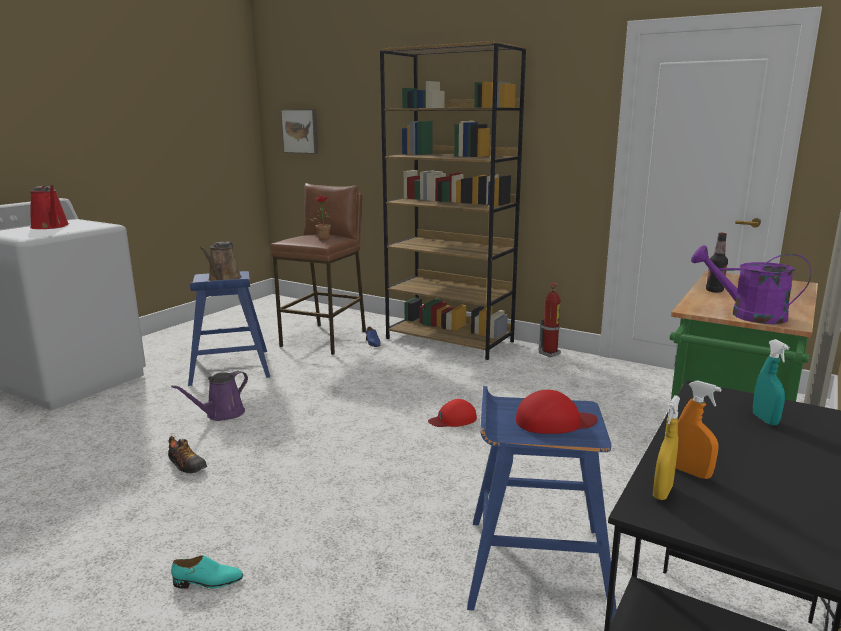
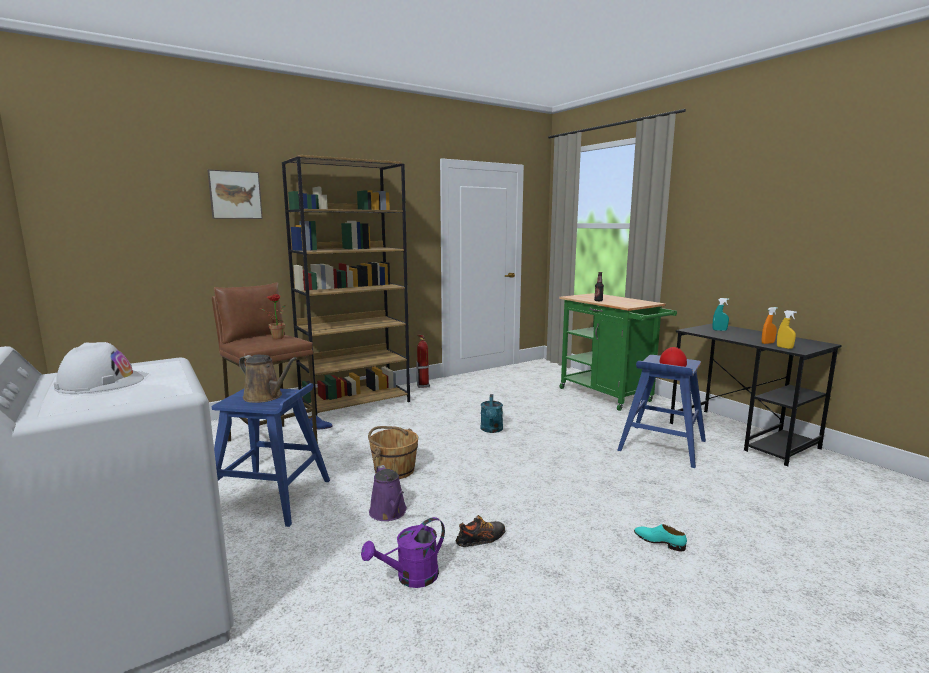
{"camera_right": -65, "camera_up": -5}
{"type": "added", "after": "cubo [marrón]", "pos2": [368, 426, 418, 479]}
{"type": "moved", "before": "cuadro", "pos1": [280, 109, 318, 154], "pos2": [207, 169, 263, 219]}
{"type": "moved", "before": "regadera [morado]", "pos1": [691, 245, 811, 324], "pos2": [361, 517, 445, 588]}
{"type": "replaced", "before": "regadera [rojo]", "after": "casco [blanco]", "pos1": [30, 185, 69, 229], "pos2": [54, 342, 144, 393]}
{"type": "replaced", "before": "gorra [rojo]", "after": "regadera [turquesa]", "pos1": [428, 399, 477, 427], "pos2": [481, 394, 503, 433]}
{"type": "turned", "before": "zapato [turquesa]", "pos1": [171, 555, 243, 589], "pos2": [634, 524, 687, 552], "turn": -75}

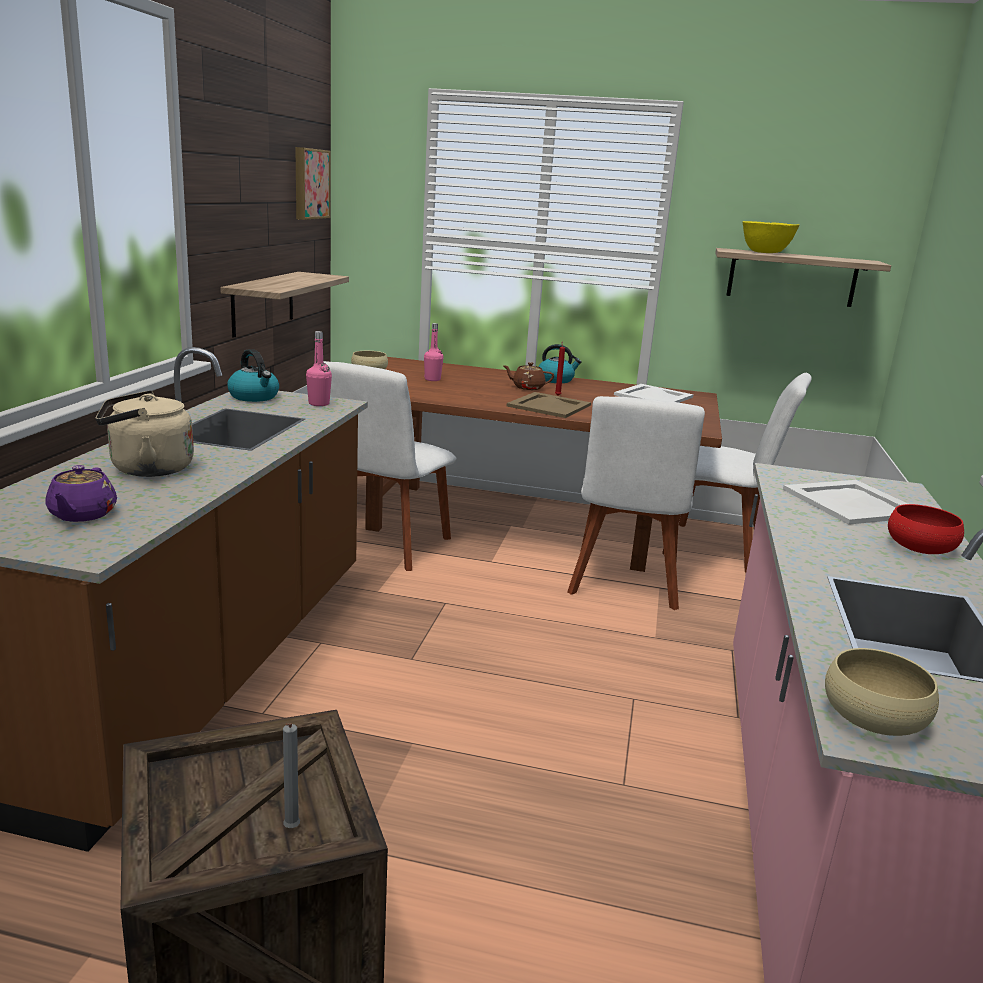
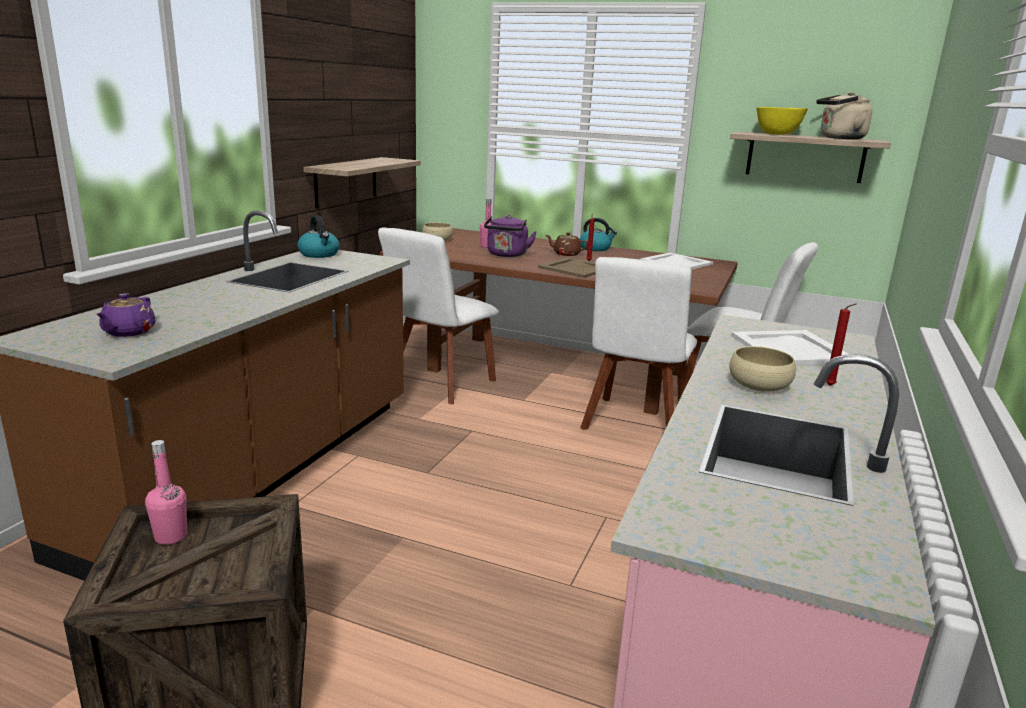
{"camera_right": 10, "camera_up": 0}
{"type": "removed", "before": "vela [gris]", "pos1": [283, 723, 300, 828]}
{"type": "removed", "before": "cuadro", "pos1": [295, 147, 330, 220]}
{"type": "added", "after": "hervidor [morado]", "pos2": [484, 215, 536, 257]}
{"type": "moved", "before": "hervidor [beis]", "pos1": [96, 390, 194, 477], "pos2": [816, 92, 873, 139]}
{"type": "moved", "before": "botella [rosa]", "pos1": [306, 331, 332, 406], "pos2": [145, 440, 187, 545]}
{"type": "moved", "before": "cuenco [beis]", "pos1": [825, 648, 939, 736], "pos2": [729, 346, 796, 392]}
{"type": "replaced", "before": "cuenco [rojo]", "after": "vela [rojo]", "pos1": [888, 504, 964, 554], "pos2": [826, 303, 856, 386]}

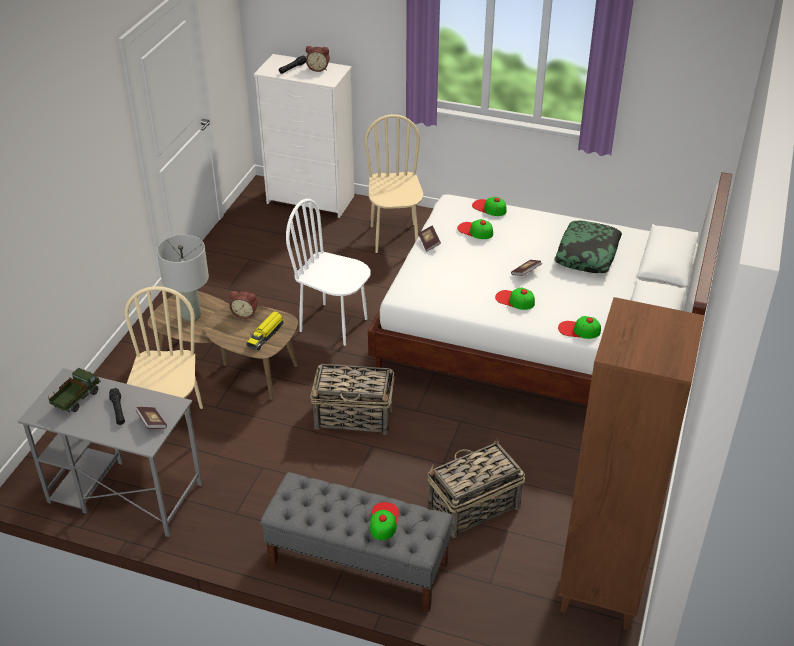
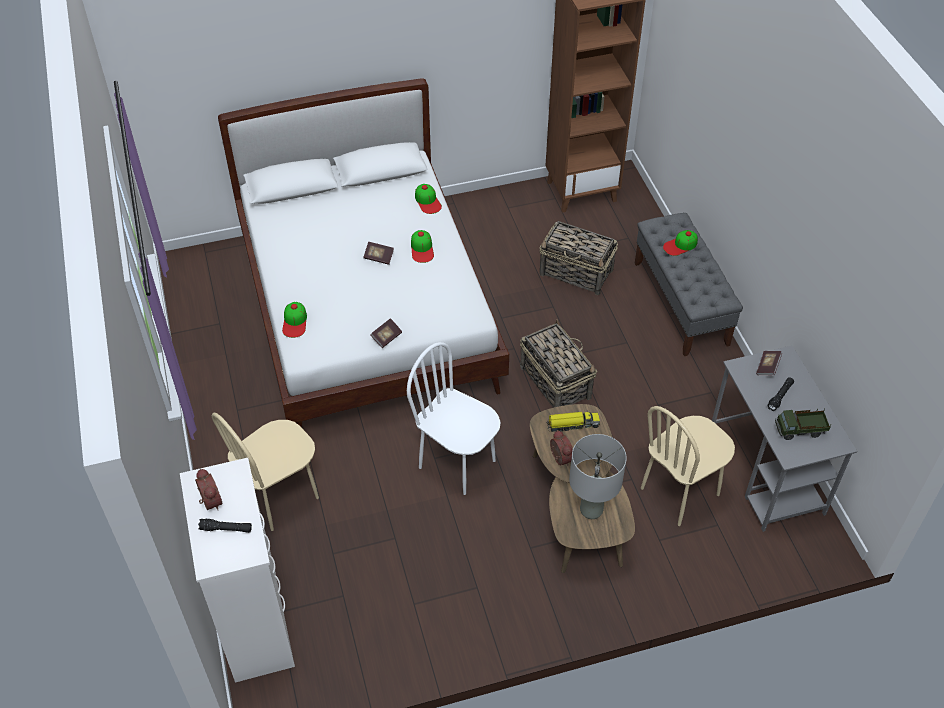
{"camera_right": -125, "camera_up": 10}
{"type": "removed", "before": "gorra", "pos1": [457, 219, 493, 239]}
{"type": "removed", "before": "cojín", "pos1": [554, 221, 622, 273]}
{"type": "turned", "before": "silla [blanco]", "pos1": [286, 199, 371, 346], "pos2": [407, 342, 501, 495], "turn": 135}

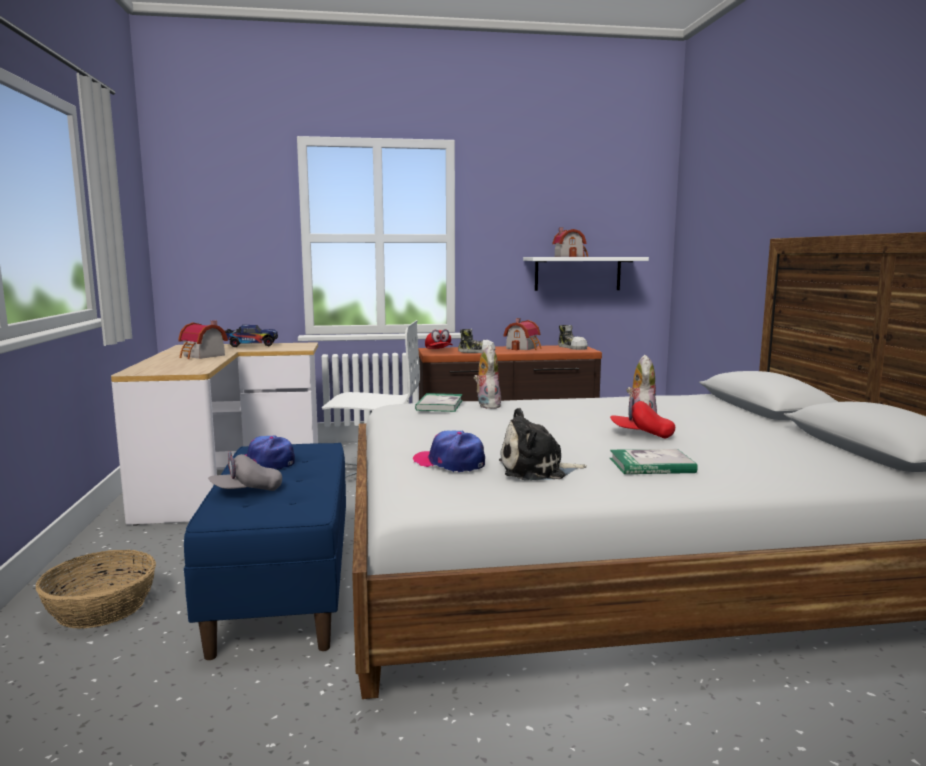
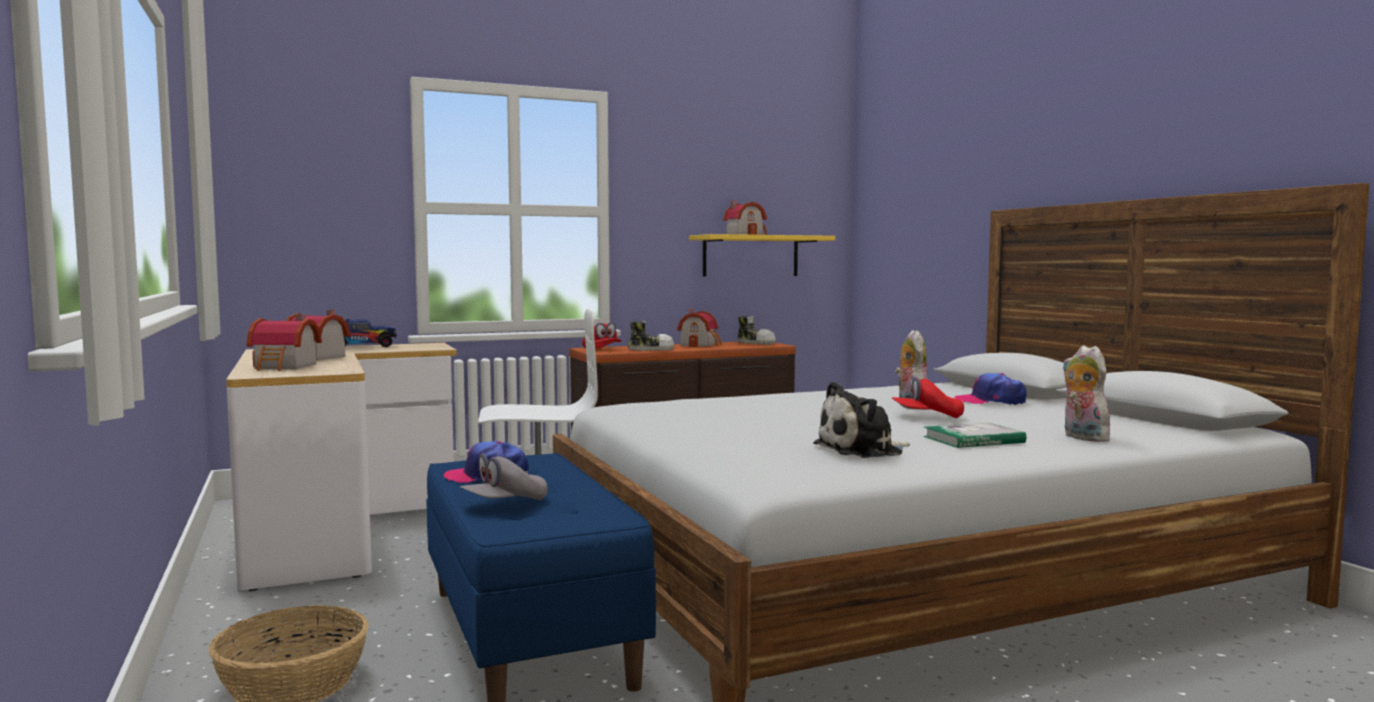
{"camera_right": -15, "camera_up": -5}
{"type": "removed", "before": "libro", "pos1": [415, 393, 463, 412]}
{"type": "added", "after": "casita", "pos2": [246, 314, 322, 371]}
{"type": "moved", "before": "gorra", "pos1": [413, 431, 485, 472], "pos2": [955, 373, 1026, 405]}
{"type": "moved", "before": "peluche", "pos1": [474, 345, 501, 409], "pos2": [1062, 345, 1110, 442]}
{"type": "recoloured", "before": "estante [blanco]", "after": "estante [amarillo]", "pos1": [523, 257, 649, 291], "pos2": [689, 234, 835, 277]}

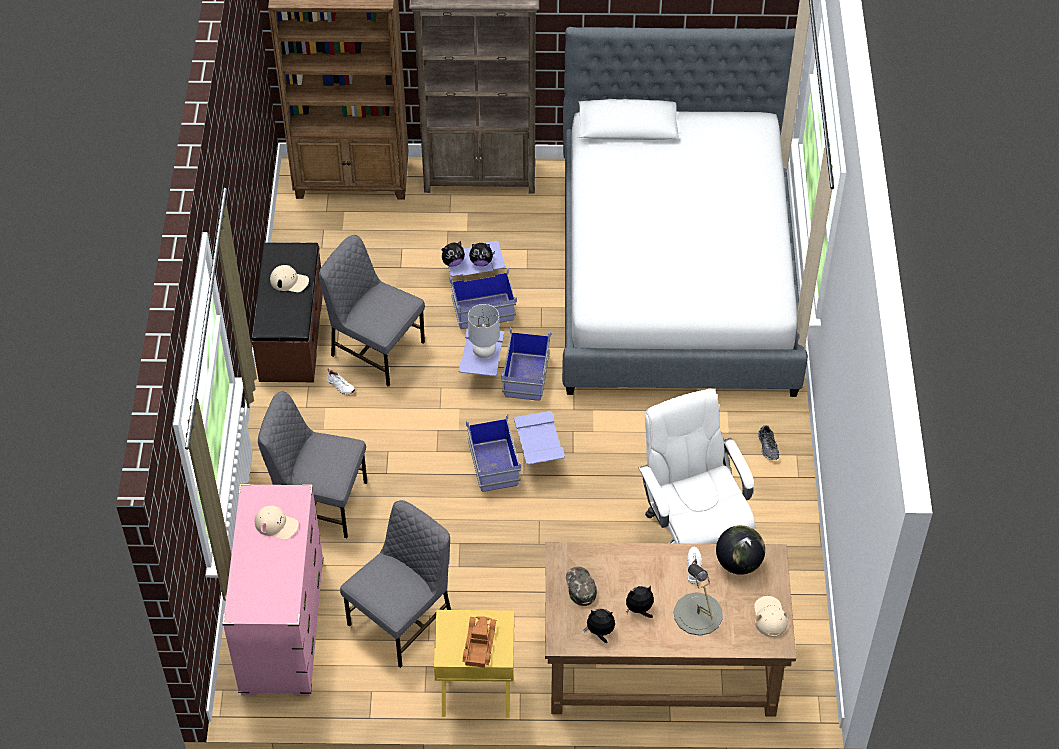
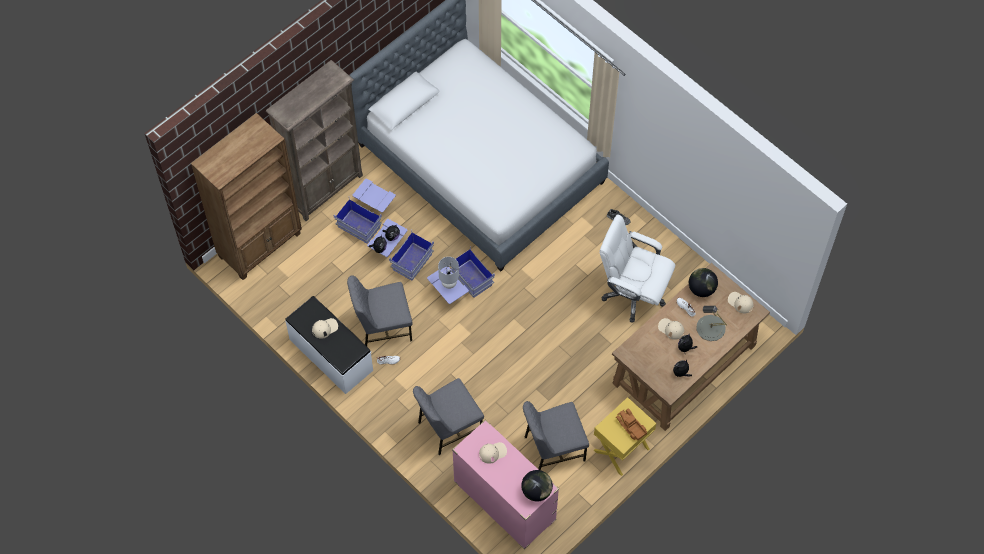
{"camera_right": -45, "camera_up": 10}
{"type": "removed", "before": "gorra [verde]", "pos1": [566, 567, 597, 606]}
{"type": "added", "after": "globo terráqueo", "pos2": [521, 470, 553, 501]}
{"type": "added", "after": "gorra [beis]", "pos2": [658, 318, 684, 340]}
{"type": "moved", "before": "caja de almacenaje [azul]", "pos1": [466, 411, 565, 492], "pos2": [334, 178, 396, 244]}
{"type": "recoloured", "before": "banco [marrón]", "after": "banco [blanco]", "pos1": [252, 242, 323, 382], "pos2": [285, 296, 373, 394]}
{"type": "turned", "before": "silla [gris]", "pos1": [340, 500, 451, 668], "pos2": [523, 401, 589, 470], "turn": -105}

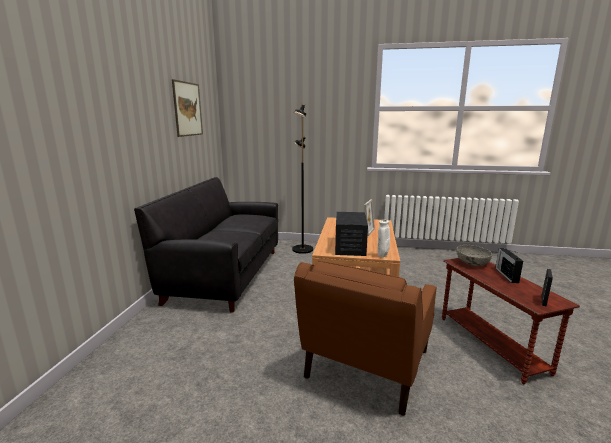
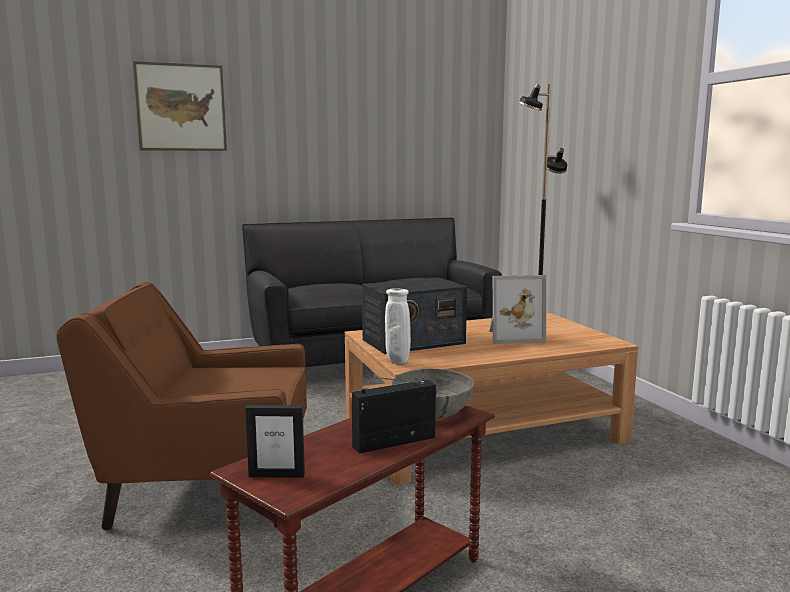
{"camera_right": 60, "camera_up": -5}
{"type": "moved", "before": "cuadro", "pos1": [172, 79, 203, 137], "pos2": [133, 61, 227, 151]}

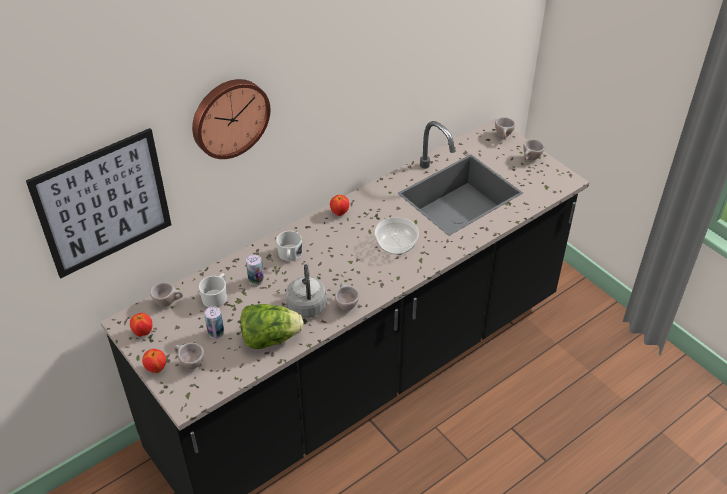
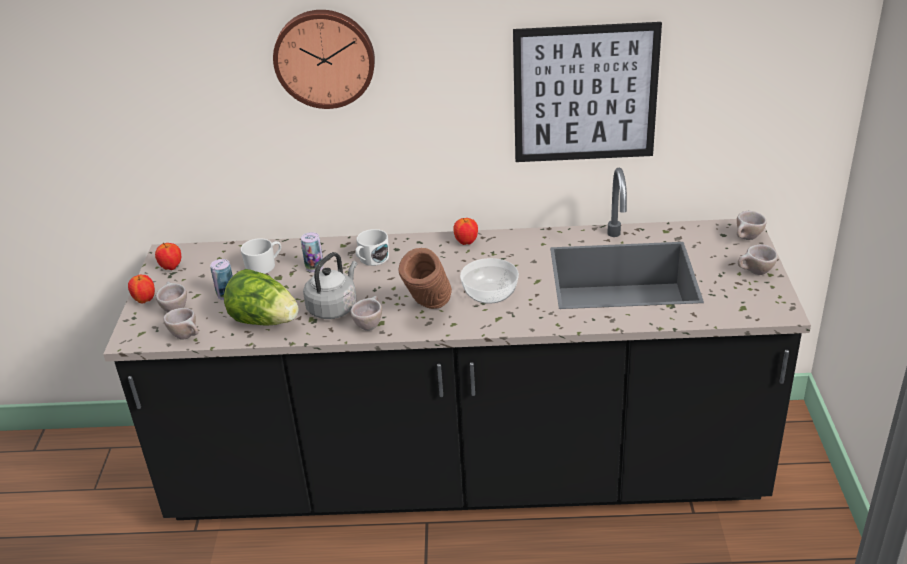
{"camera_right": 40, "camera_up": -10}
{"type": "added", "after": "florero [marrón]", "pos2": [398, 248, 452, 309]}
{"type": "moved", "before": "cuadro", "pos1": [26, 128, 171, 278], "pos2": [513, 22, 662, 162]}
{"type": "moved", "before": "taza [beis]", "pos1": [150, 282, 183, 307], "pos2": [163, 308, 198, 340]}

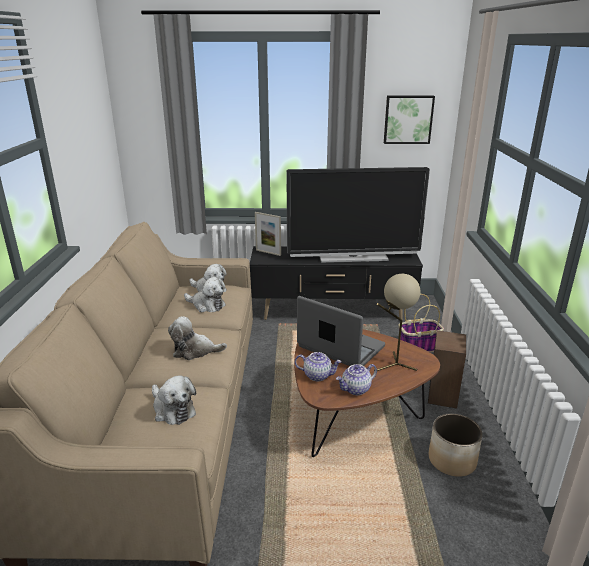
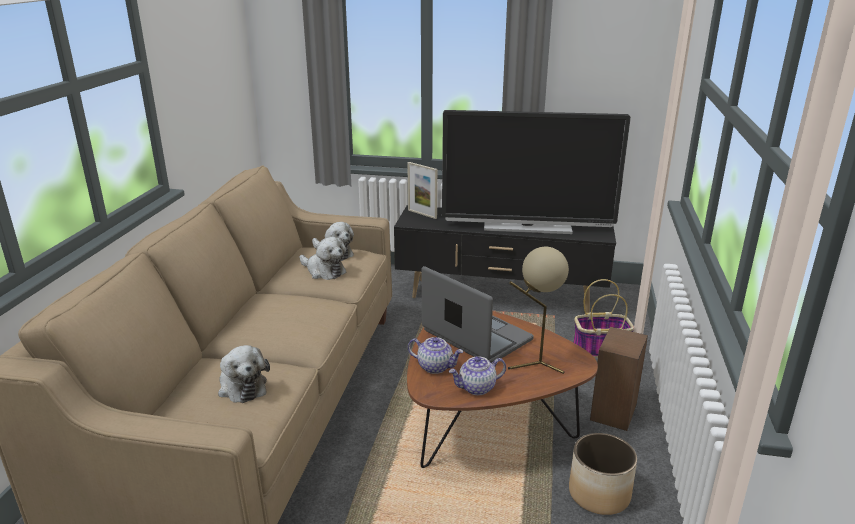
{"camera_right": 10, "camera_up": 0}
{"type": "removed", "before": "peluche", "pos1": [168, 316, 227, 360]}
{"type": "removed", "before": "cuadro", "pos1": [384, 95, 435, 144]}

